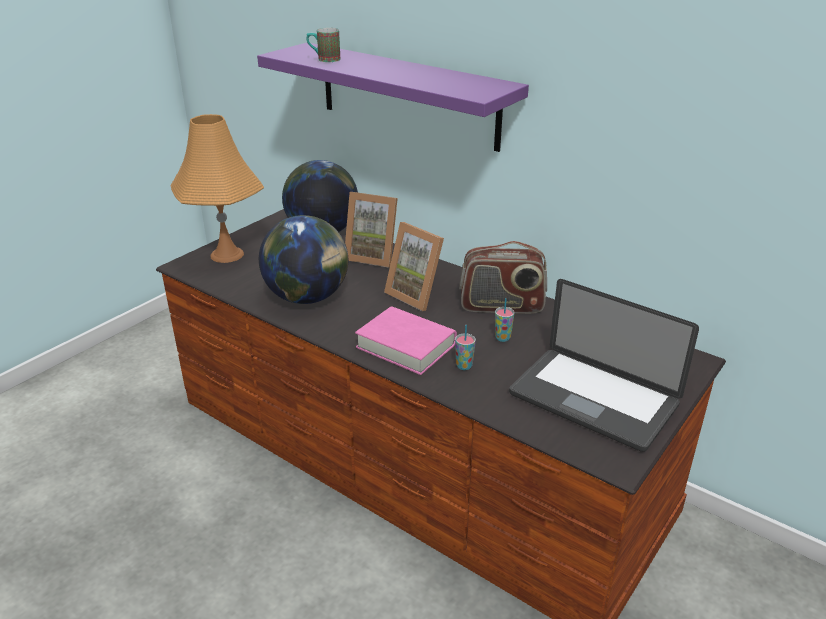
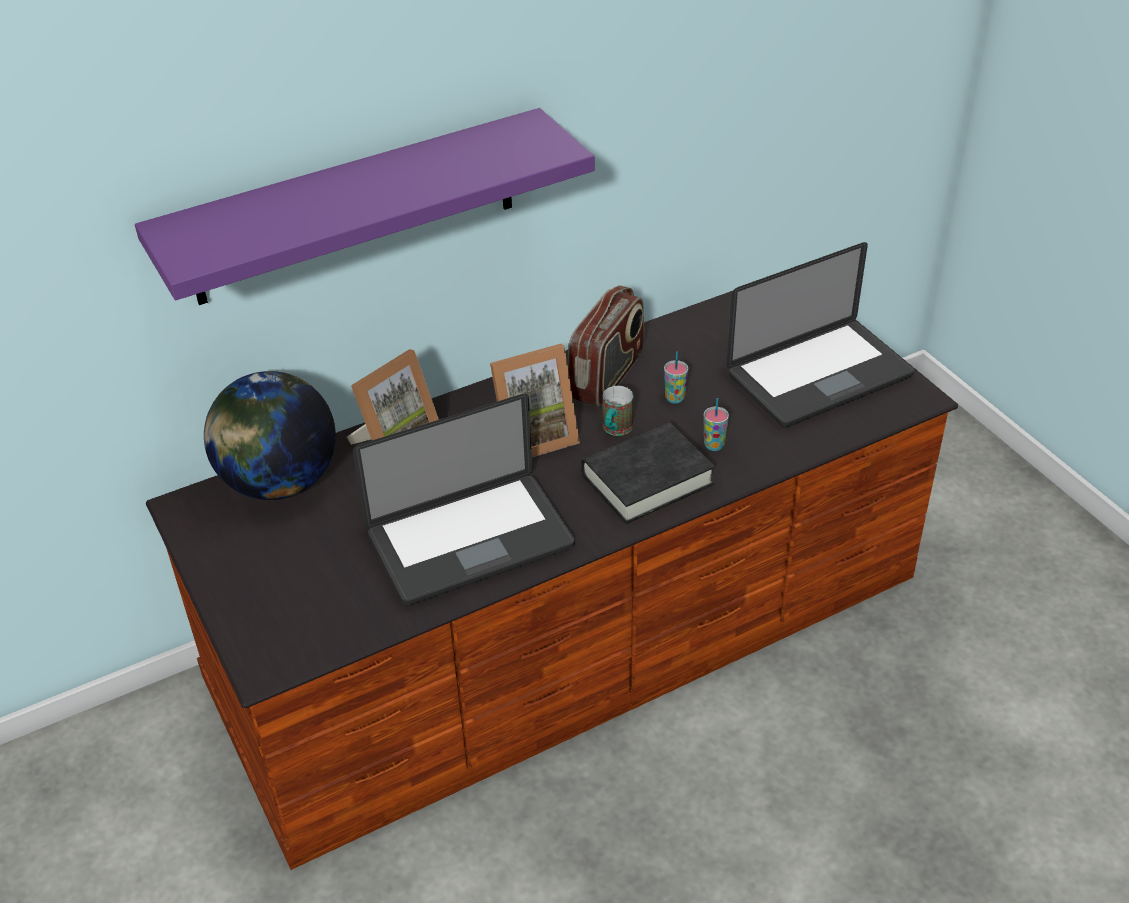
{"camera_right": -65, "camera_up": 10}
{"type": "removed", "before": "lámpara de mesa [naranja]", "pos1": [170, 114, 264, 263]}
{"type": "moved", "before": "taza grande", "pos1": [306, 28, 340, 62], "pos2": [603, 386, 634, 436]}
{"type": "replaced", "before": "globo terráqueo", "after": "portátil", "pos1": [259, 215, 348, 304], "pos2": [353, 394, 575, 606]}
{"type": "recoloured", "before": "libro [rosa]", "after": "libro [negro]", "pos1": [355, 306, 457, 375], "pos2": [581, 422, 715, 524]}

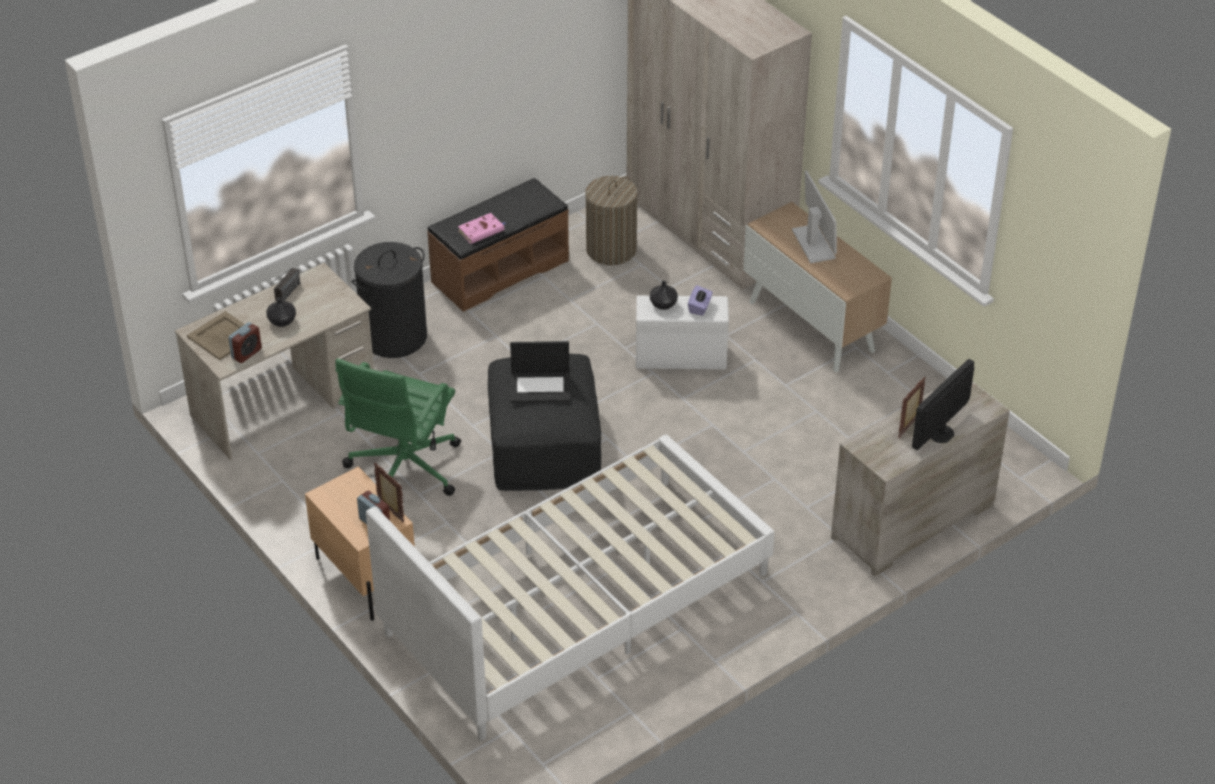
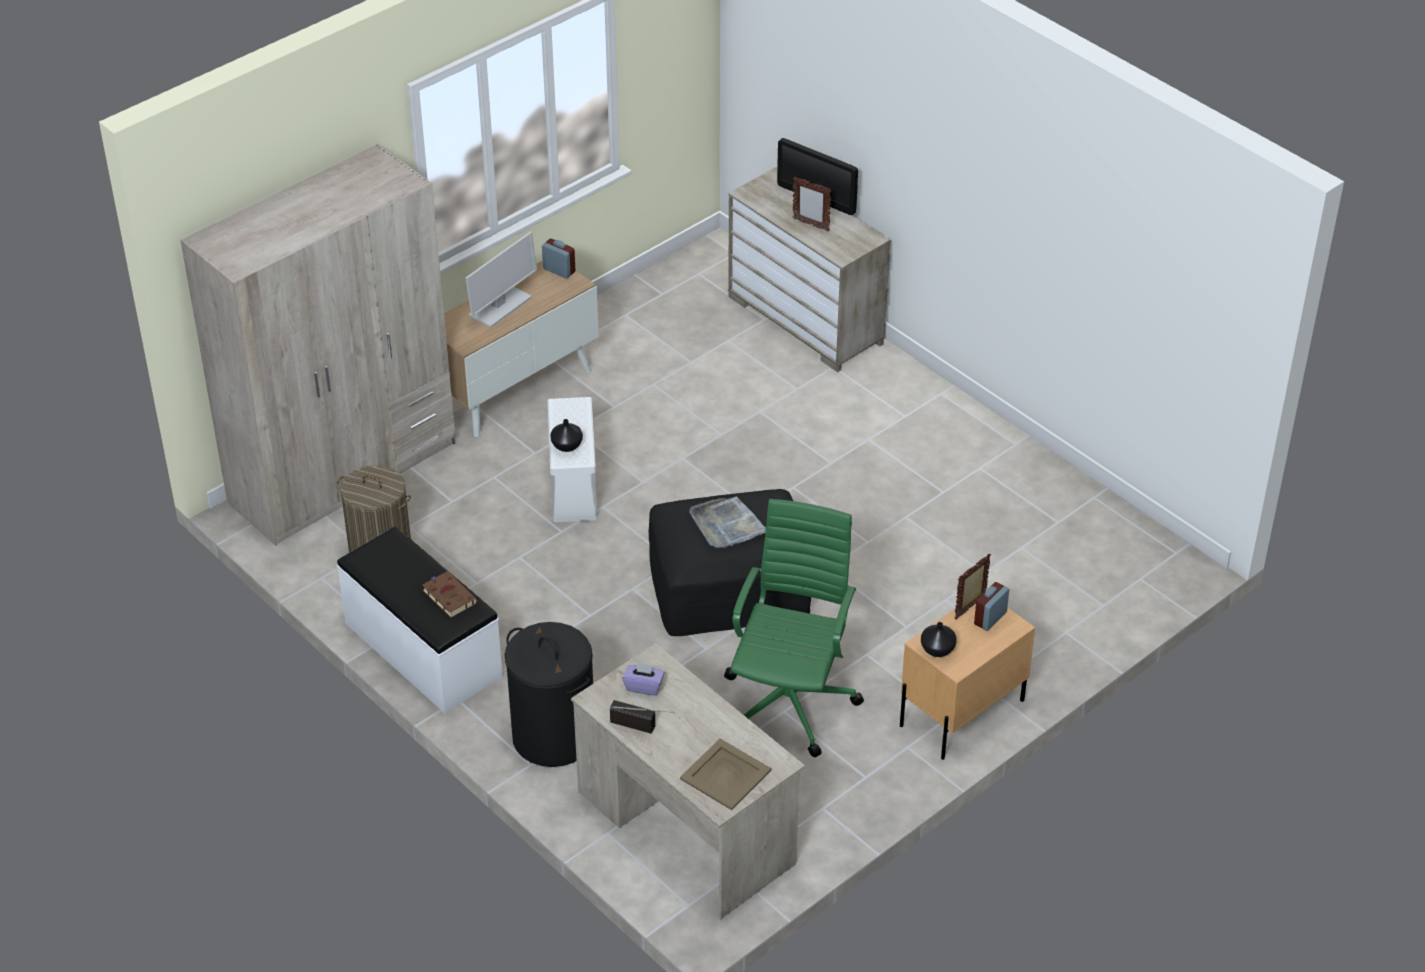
{"camera_right": -95, "camera_up": 0}
{"type": "removed", "before": "cama [blanco]", "pos1": [366, 434, 775, 741]}
{"type": "moved", "before": "despertador", "pos1": [228, 322, 262, 363], "pos2": [542, 239, 575, 278]}
{"type": "moved", "before": "florero [negro]", "pos1": [266, 297, 296, 327], "pos2": [921, 622, 957, 657]}
{"type": "moved", "before": "caja de pañuelos [morado]", "pos1": [688, 285, 713, 316], "pos2": [622, 662, 665, 696]}
{"type": "replaced", "before": "portátil", "after": "bandeja [gris]", "pos1": [510, 341, 570, 403], "pos2": [689, 496, 766, 548]}
{"type": "recoloured", "before": "banco [marrón]", "after": "banco [blanco]", "pos1": [427, 178, 569, 312], "pos2": [337, 527, 503, 713]}
{"type": "recoloured", "before": "libro [rosa]", "after": "libro [marrón]", "pos1": [458, 213, 506, 244], "pos2": [422, 571, 477, 618]}
{"type": "turned", "before": "silla de oficina [verde]", "pos1": [335, 358, 461, 496], "pos2": [724, 499, 864, 758], "turn": -90}
{"type": "turned", "before": "monitor", "pos1": [792, 170, 837, 264], "pos2": [466, 231, 537, 328], "turn": 150}

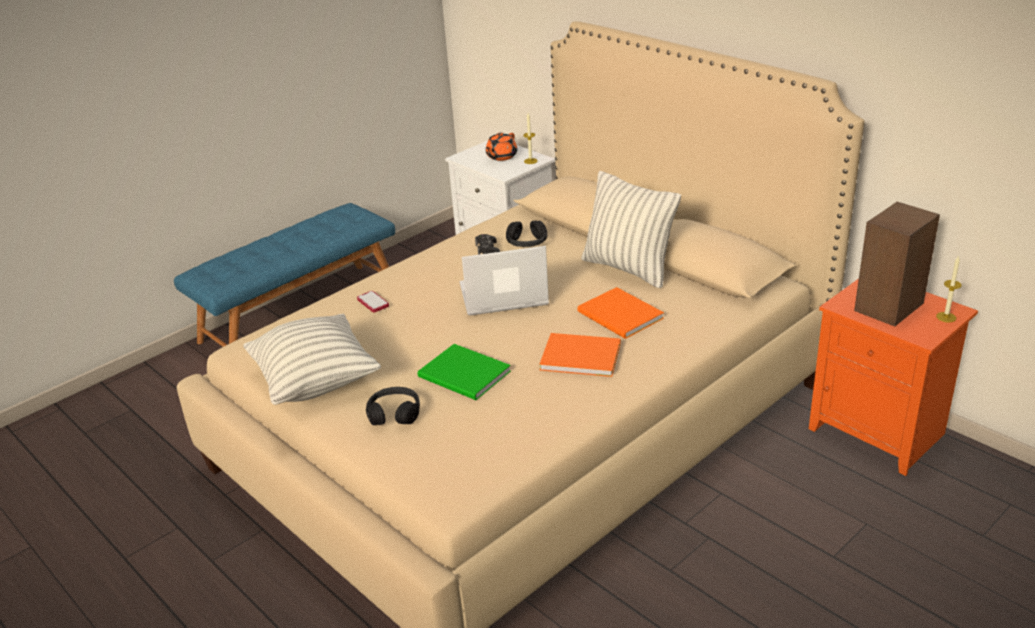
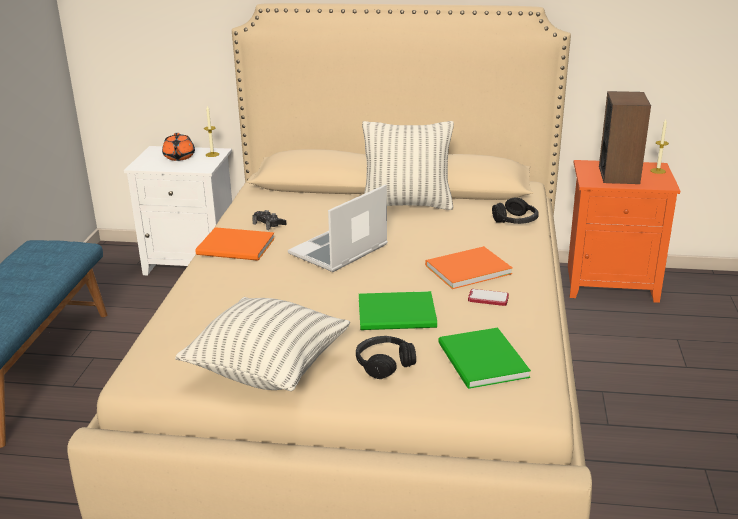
{"camera_right": -40, "camera_up": -5}
{"type": "added", "after": "libro [verde]", "pos2": [438, 327, 531, 389]}
{"type": "moved", "before": "móvil", "pos1": [357, 291, 389, 312], "pos2": [468, 289, 509, 306]}
{"type": "moved", "before": "auriculares [negro]", "pos1": [506, 220, 547, 247], "pos2": [492, 198, 539, 224]}
{"type": "moved", "before": "libro [naranja]", "pos1": [577, 287, 664, 339], "pos2": [196, 227, 275, 261]}

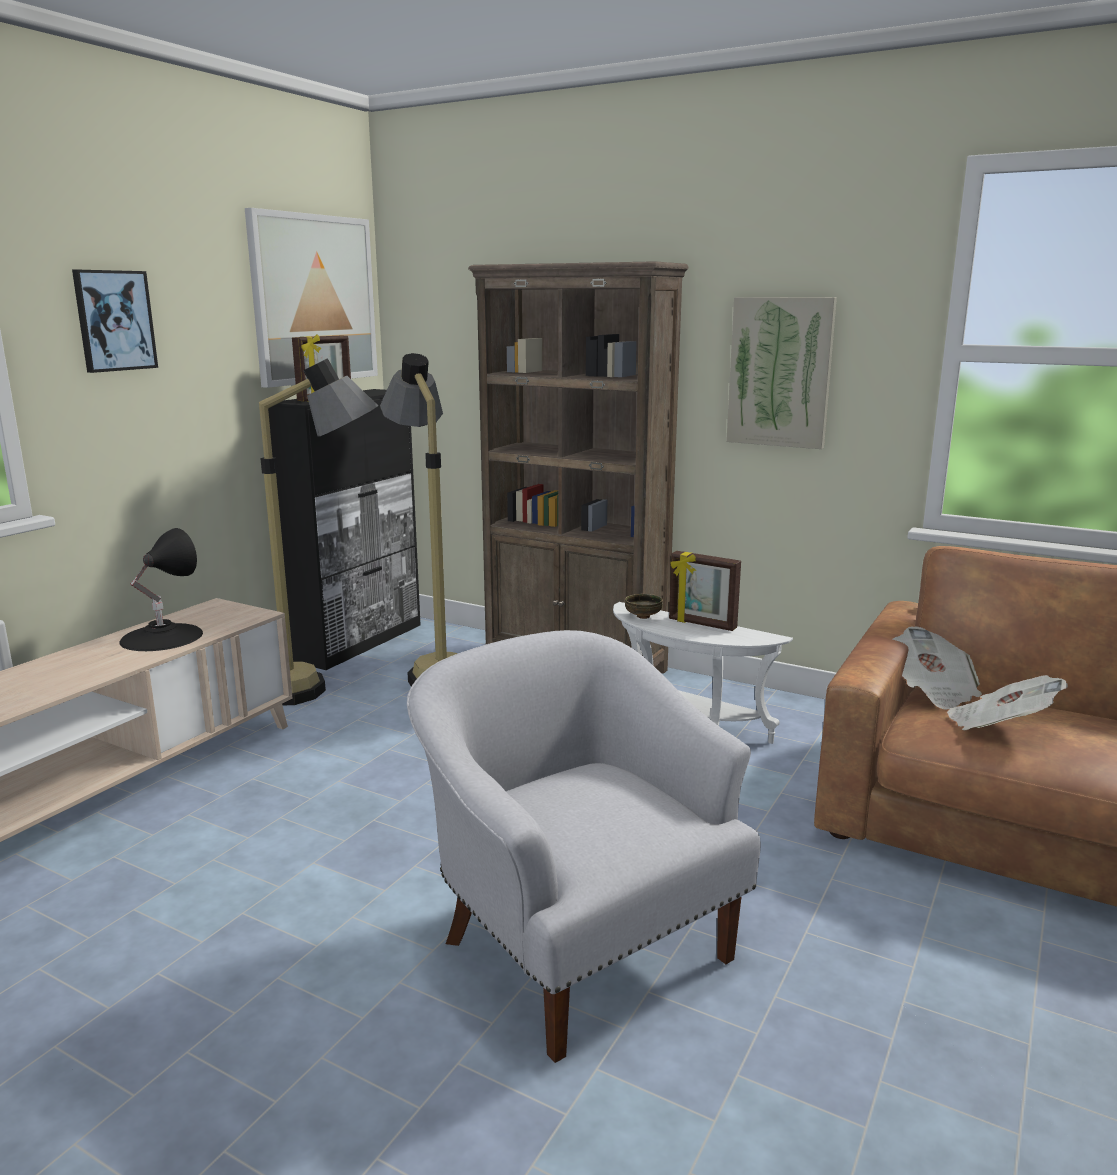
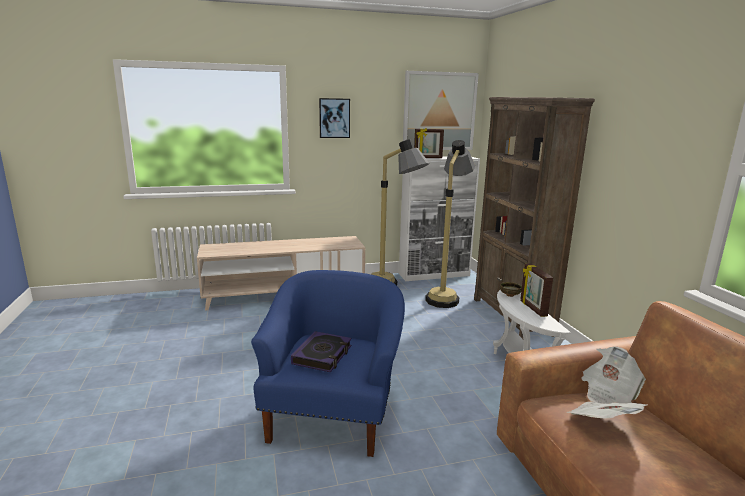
{"camera_right": 45, "camera_up": 0}
{"type": "removed", "before": "lámpara de mesa [negro]", "pos1": [119, 528, 203, 651]}
{"type": "removed", "before": "cuadro", "pos1": [726, 297, 837, 449]}
{"type": "added", "after": "libro", "pos2": [291, 331, 351, 372]}
{"type": "recoloured", "before": "armario [negro]", "after": "armario [blanco]", "pos1": [268, 389, 421, 670], "pos2": [399, 156, 480, 281]}
{"type": "recoloured", "before": "sillón [blanco]", "after": "sillón [azul]", "pos1": [407, 630, 761, 1063], "pos2": [251, 270, 405, 457]}

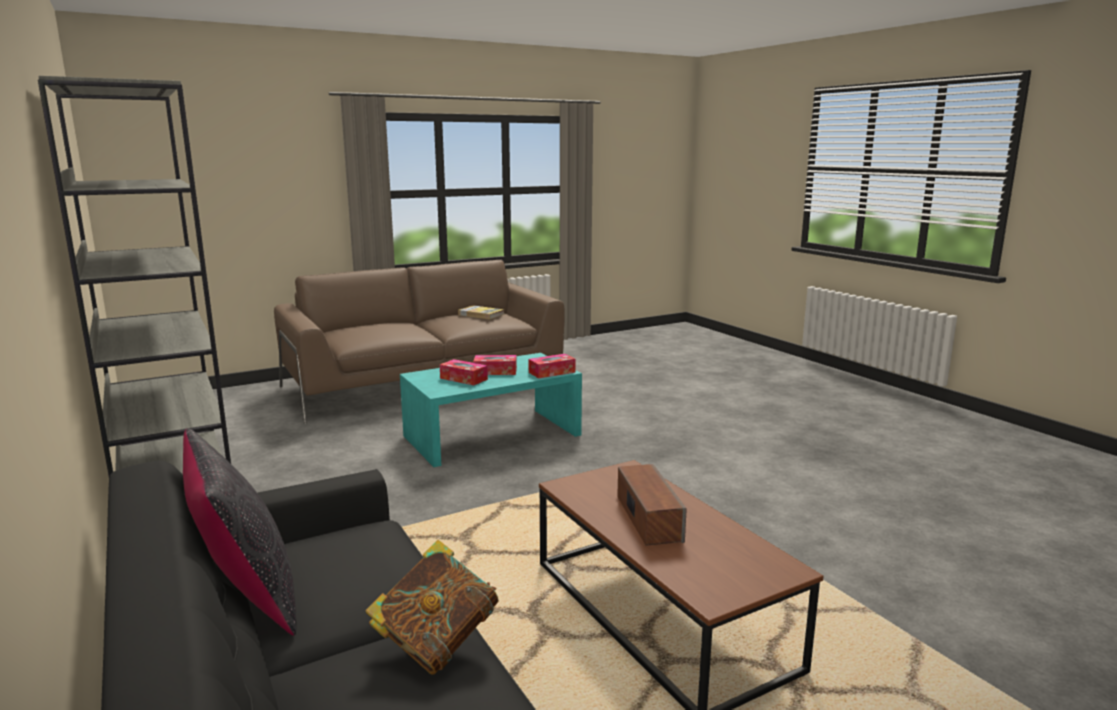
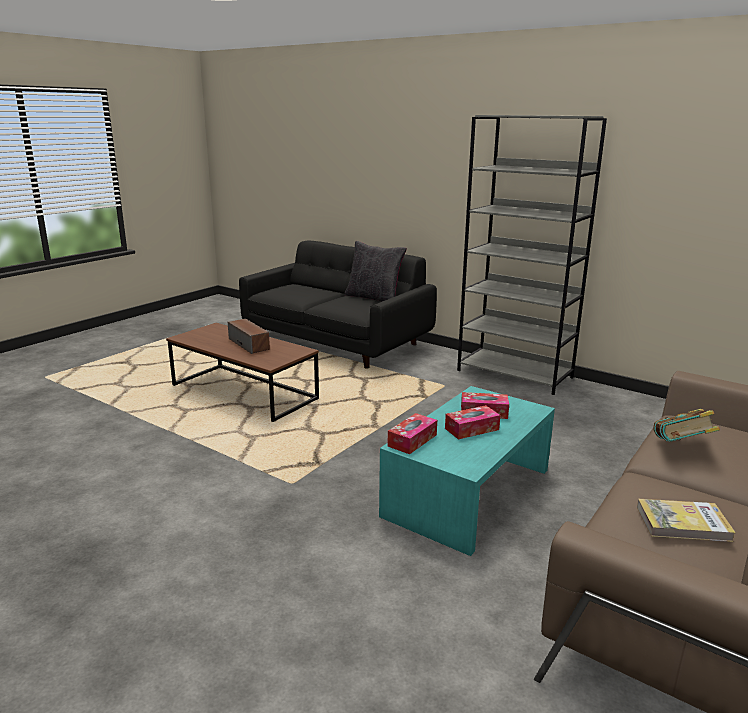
{"camera_right": 155, "camera_up": 5}
{"type": "moved", "before": "libro", "pos1": [366, 540, 499, 675], "pos2": [653, 409, 720, 442]}

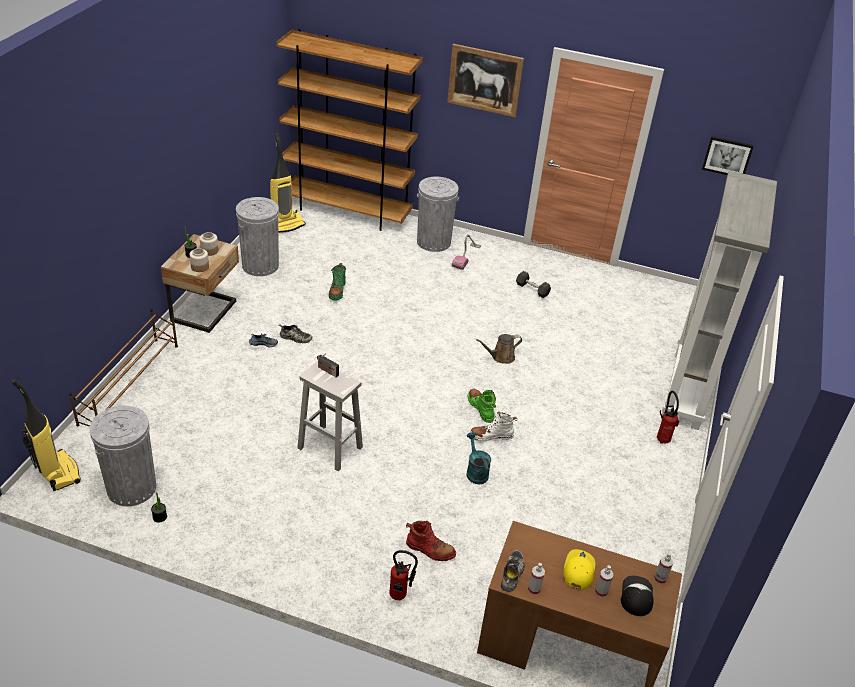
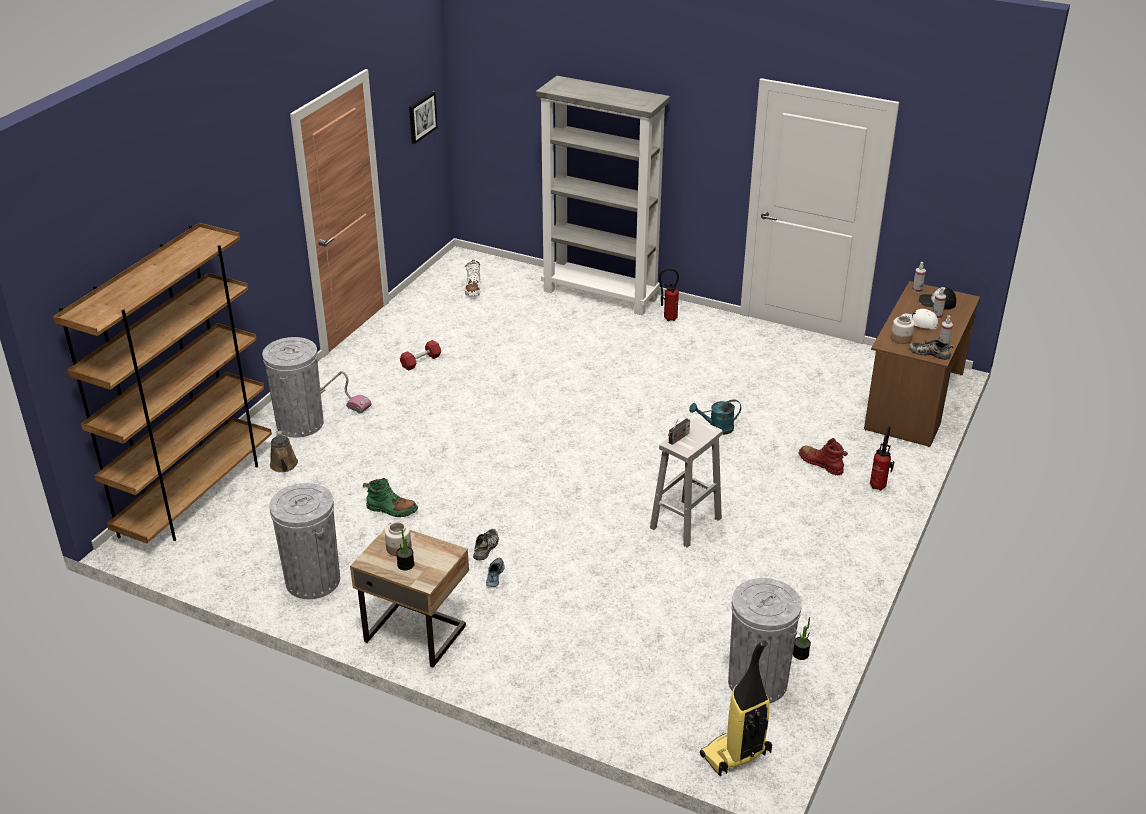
{"camera_right": -80, "camera_up": -5}
{"type": "removed", "before": "zapatero [marrón]", "pos1": [69, 309, 178, 427]}
{"type": "removed", "before": "aspiradora", "pos1": [270, 133, 306, 233]}
{"type": "removed", "before": "cuadro", "pos1": [447, 44, 524, 117]}
{"type": "removed", "before": "bota [verde]", "pos1": [468, 389, 496, 423]}
{"type": "moved", "before": "tarro", "pos1": [190, 248, 209, 272], "pos2": [891, 316, 915, 344]}
{"type": "moved", "before": "bota [blanco]", "pos1": [469, 411, 518, 442], "pos2": [465, 259, 481, 297]}
{"type": "moved", "before": "regadera [marrón]", "pos1": [476, 334, 522, 364], "pos2": [270, 430, 298, 472]}
{"type": "recoloured", "before": "mancuerna [gris]", "after": "mancuerna [rojo]", "pos1": [516, 271, 551, 298], "pos2": [400, 340, 441, 371]}
{"type": "recoloured", "before": "gorra [amarillo]", "after": "gorra [blanco]", "pos1": [564, 549, 595, 590], "pos2": [902, 309, 939, 329]}
{"type": "turned", "before": "bota [rojo]", "pos1": [406, 521, 456, 561], "pos2": [799, 438, 848, 475], "turn": -75}

